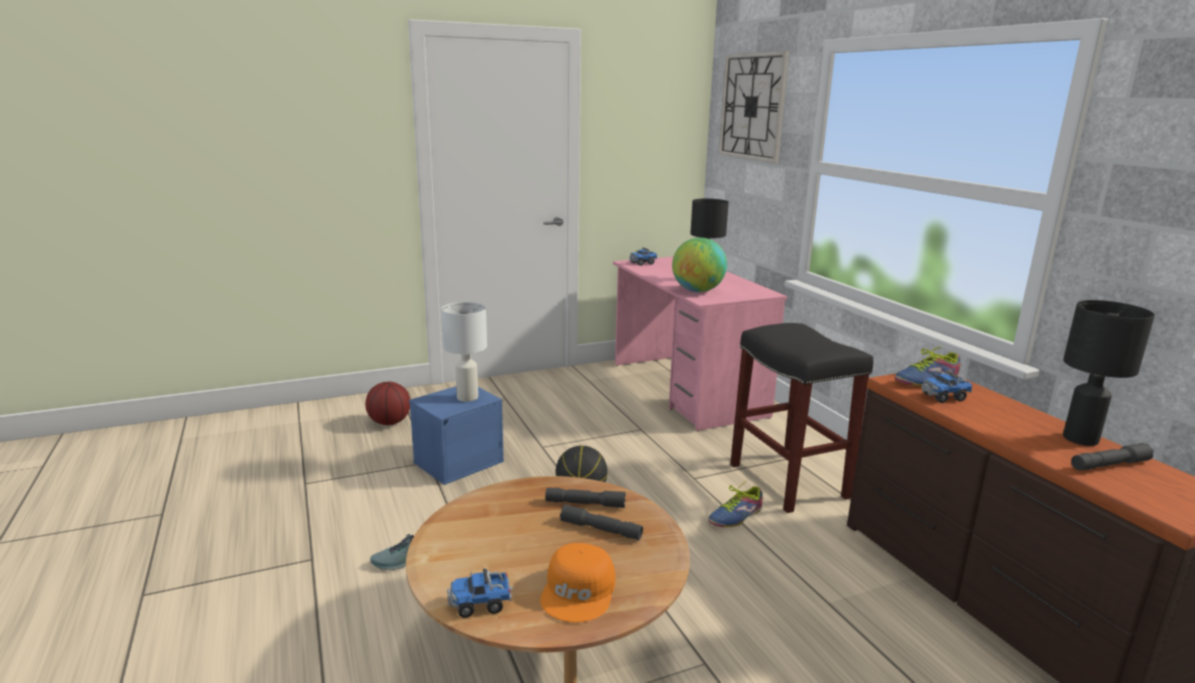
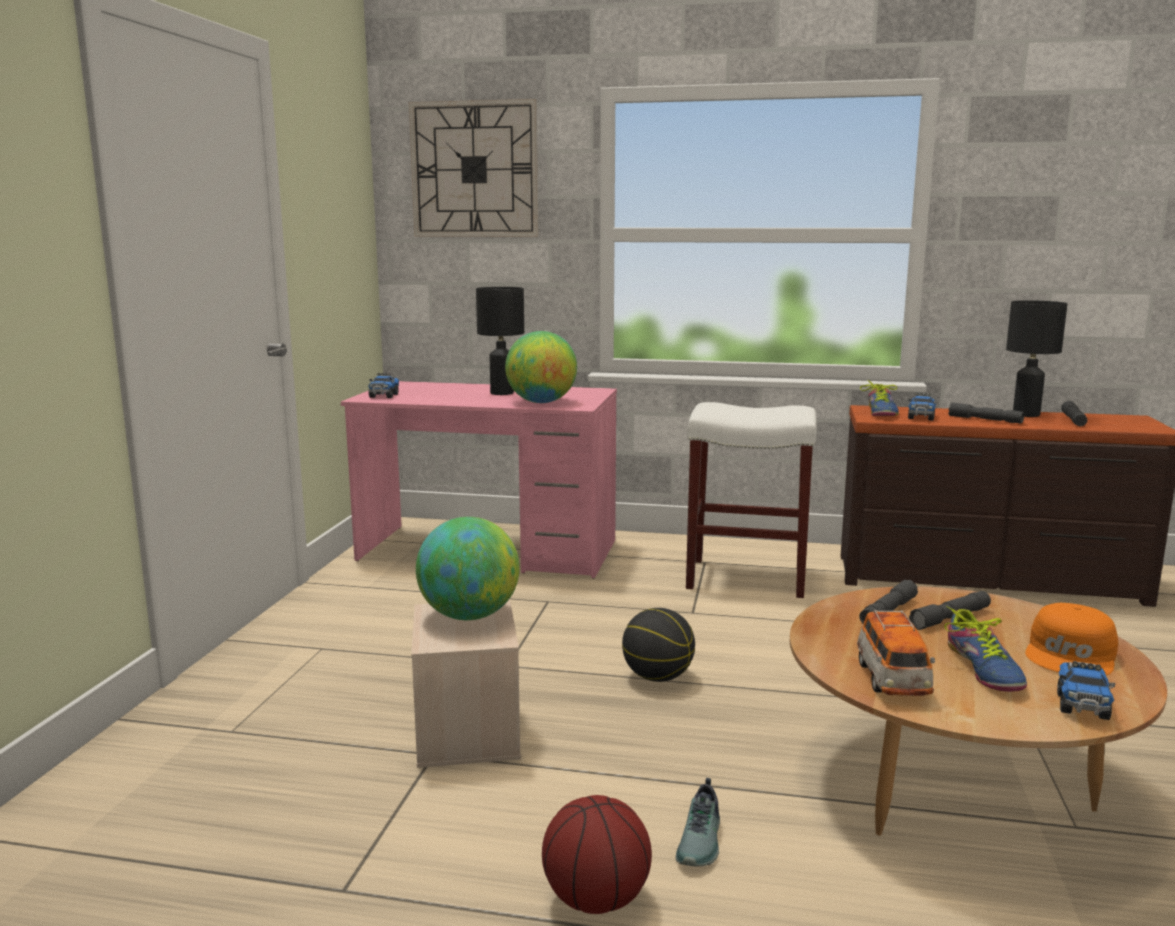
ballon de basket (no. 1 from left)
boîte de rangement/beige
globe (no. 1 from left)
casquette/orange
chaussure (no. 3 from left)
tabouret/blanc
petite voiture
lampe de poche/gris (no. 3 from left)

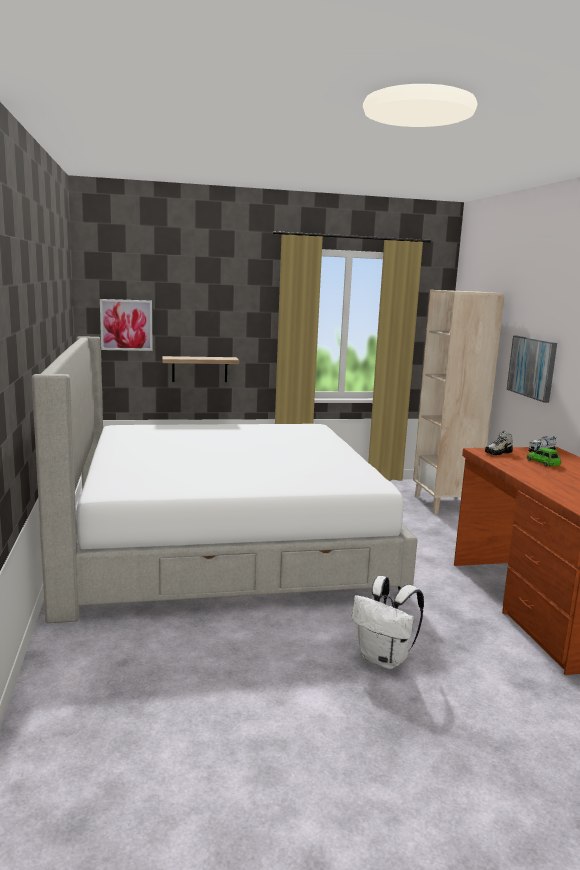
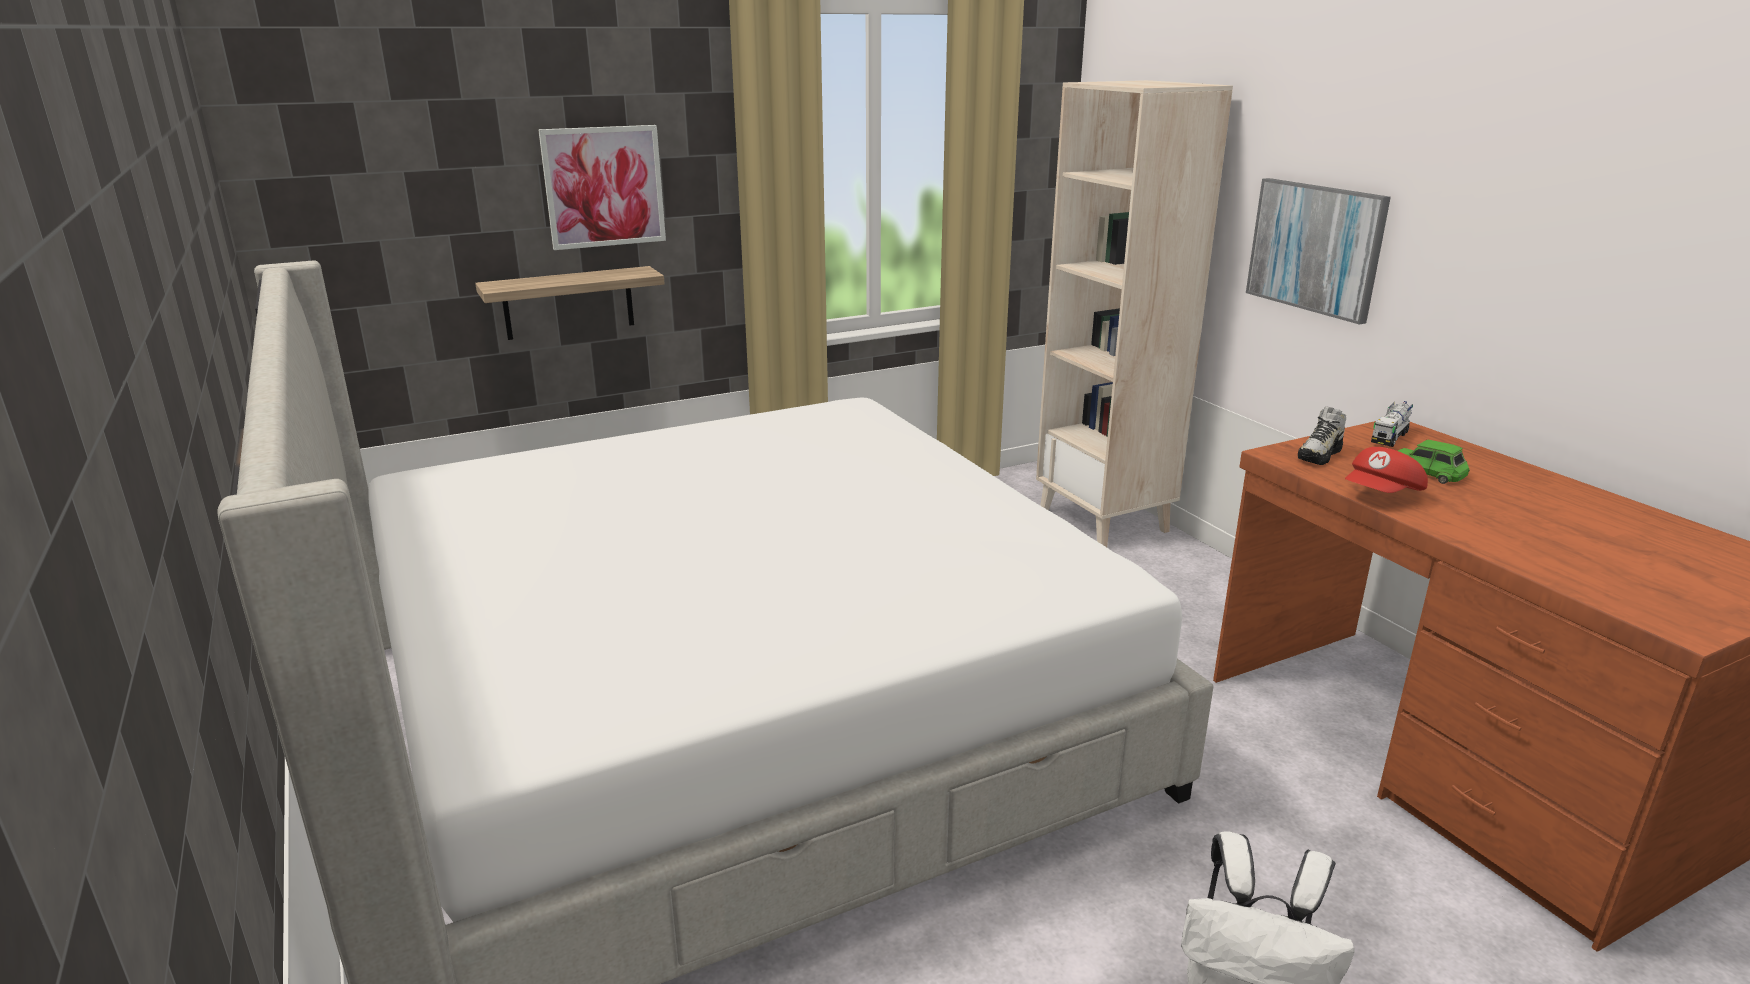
tableau (no. 1 from left)
casquette/rouge

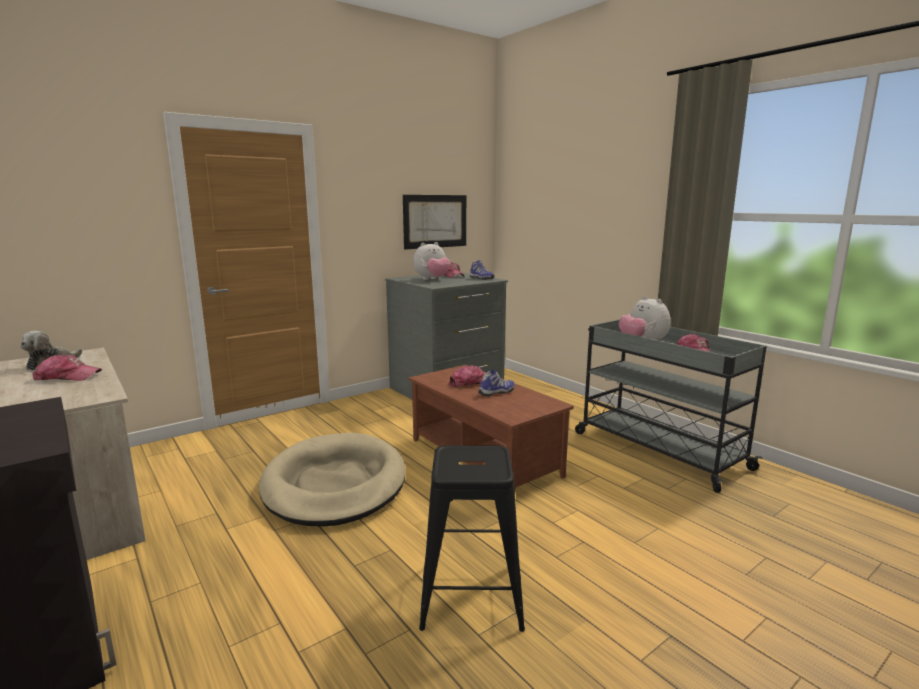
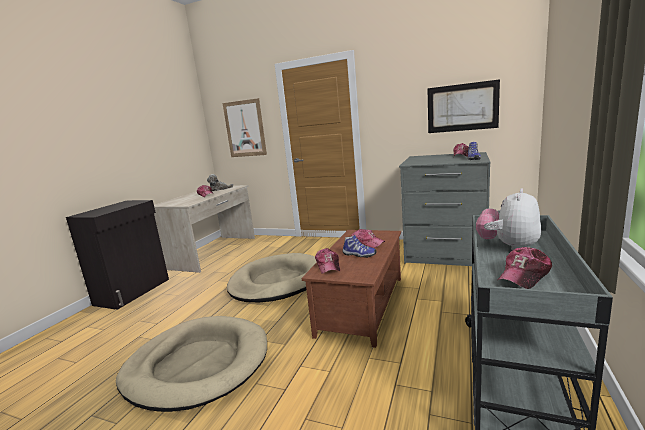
peluche (no. 2 from left in the first image)
panier pour chien/beige (no. 1 from left)
tableau (no. 1 from left)
casquette (no. 2 from left)

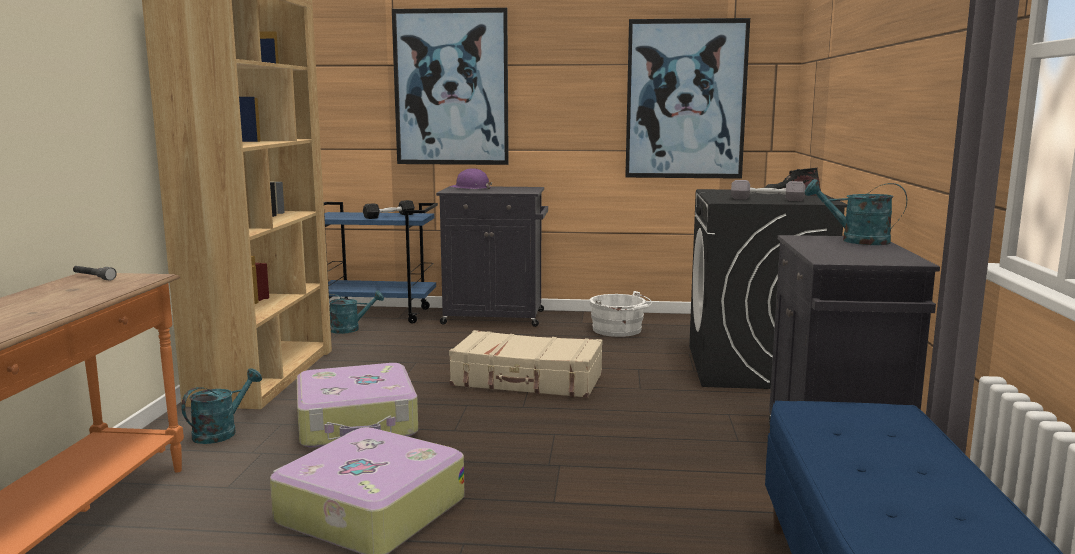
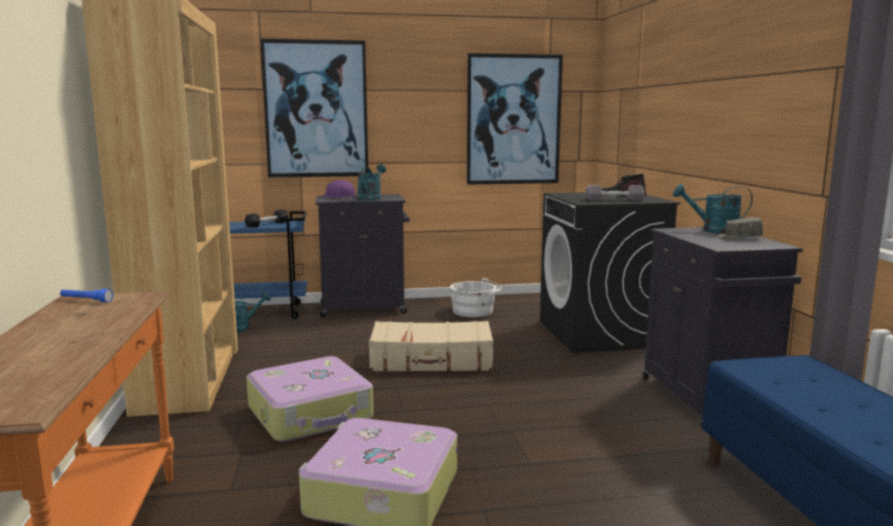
lampe de poche/bleu
arrosoir/turquoise (no. 2 from left)
casquette/gris

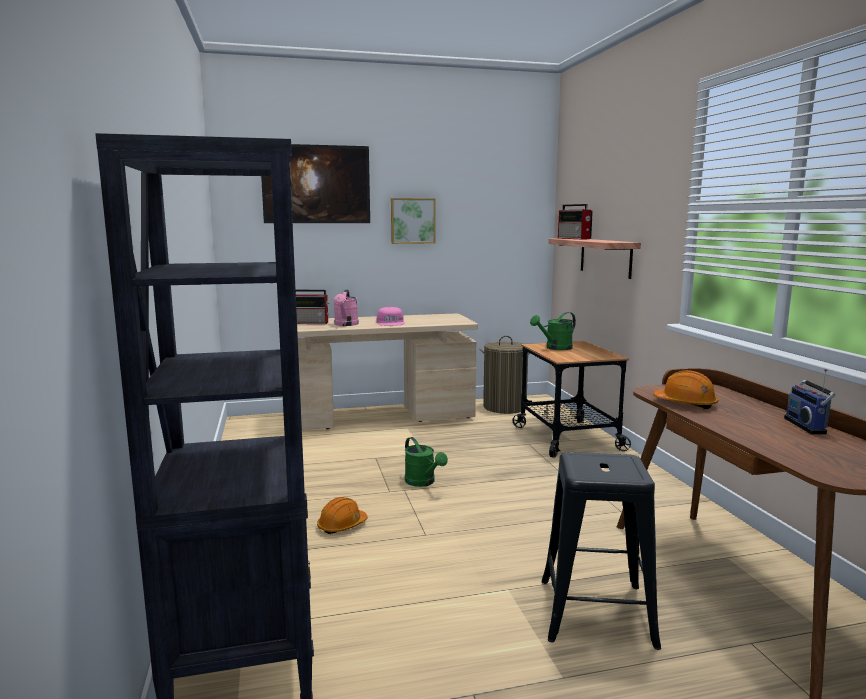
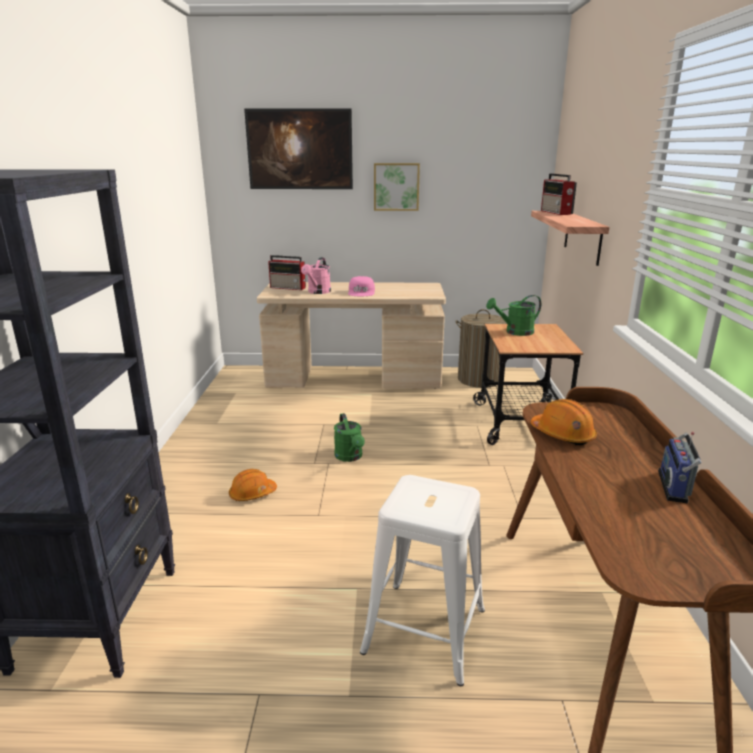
tabouret/blanc

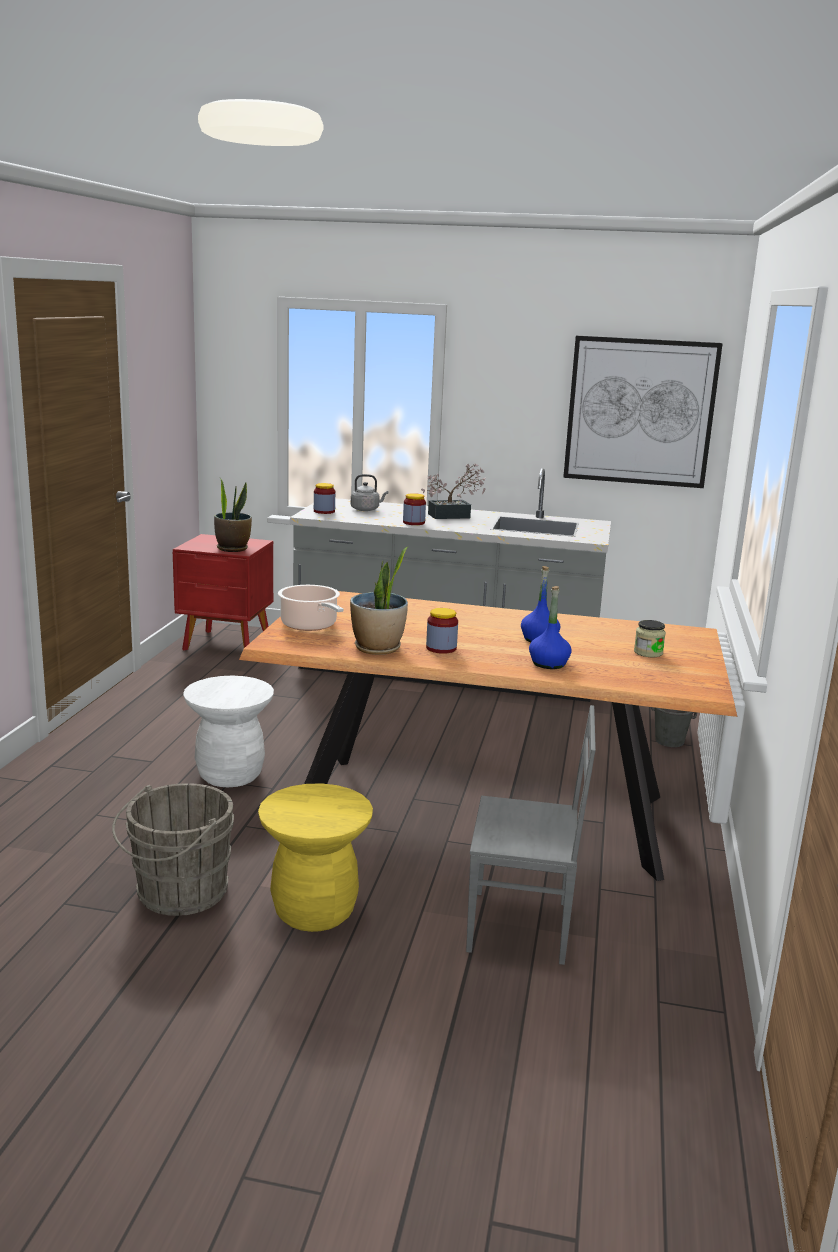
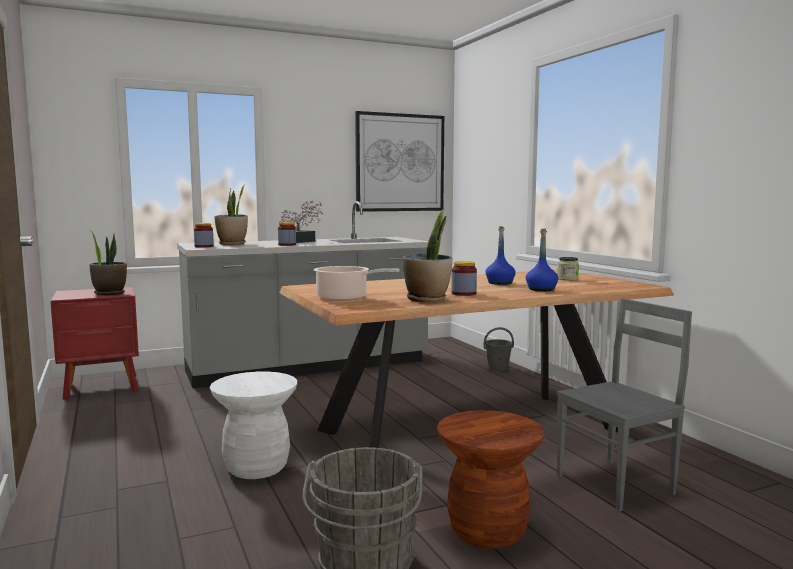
tabouret/marron
plante en pot (no. 2 from left)

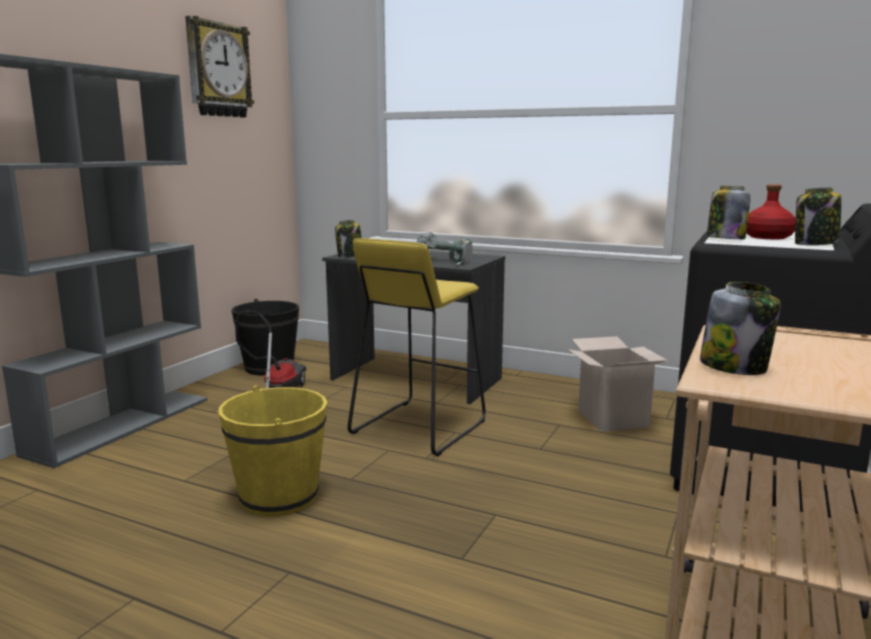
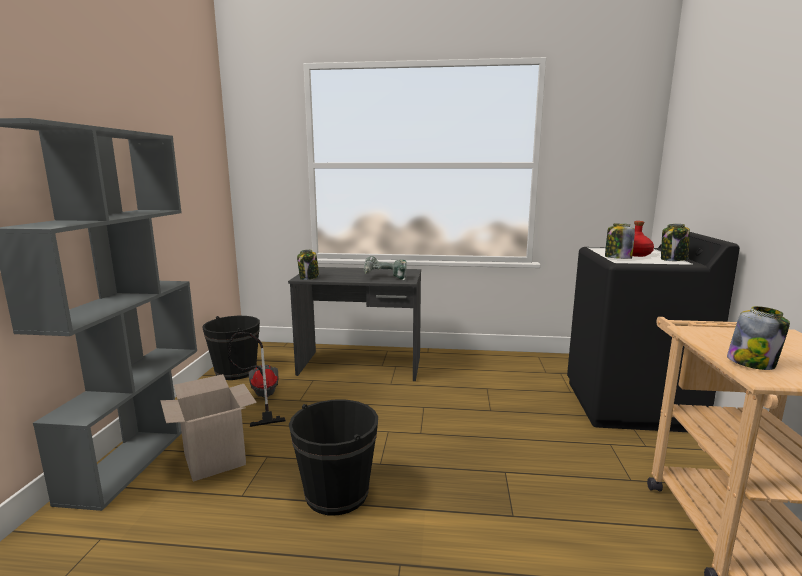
horloge murale
seau/noir (no. 2 from left)
tabouret/jaune
carton

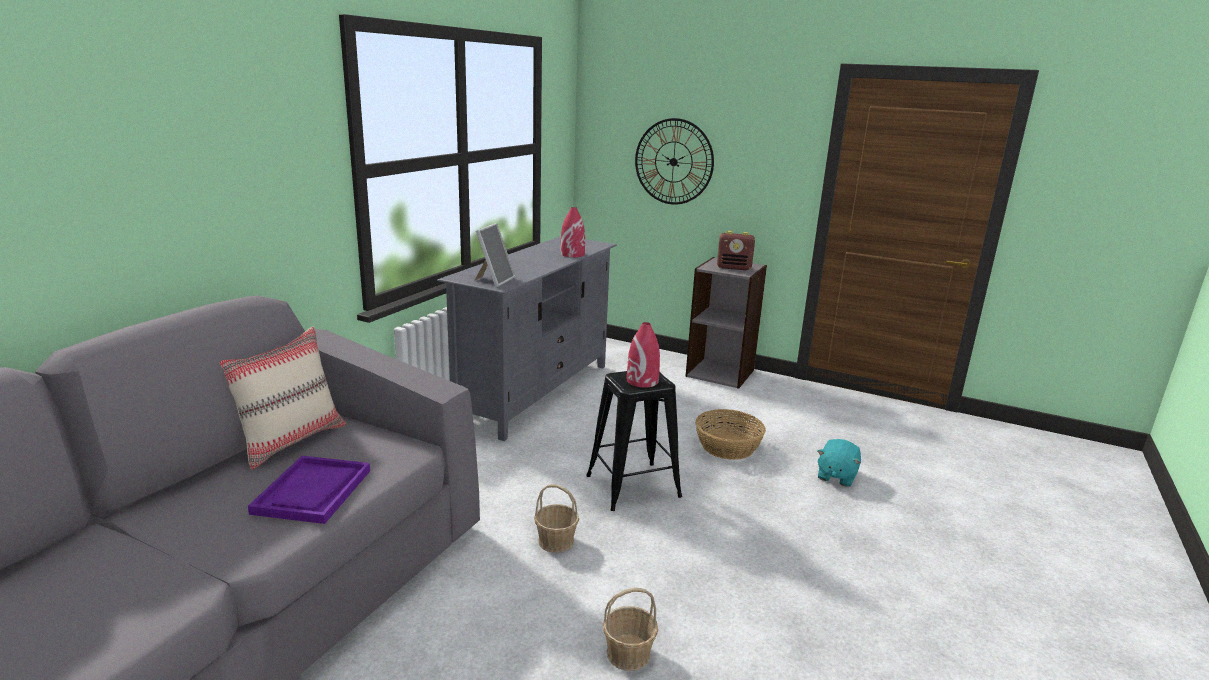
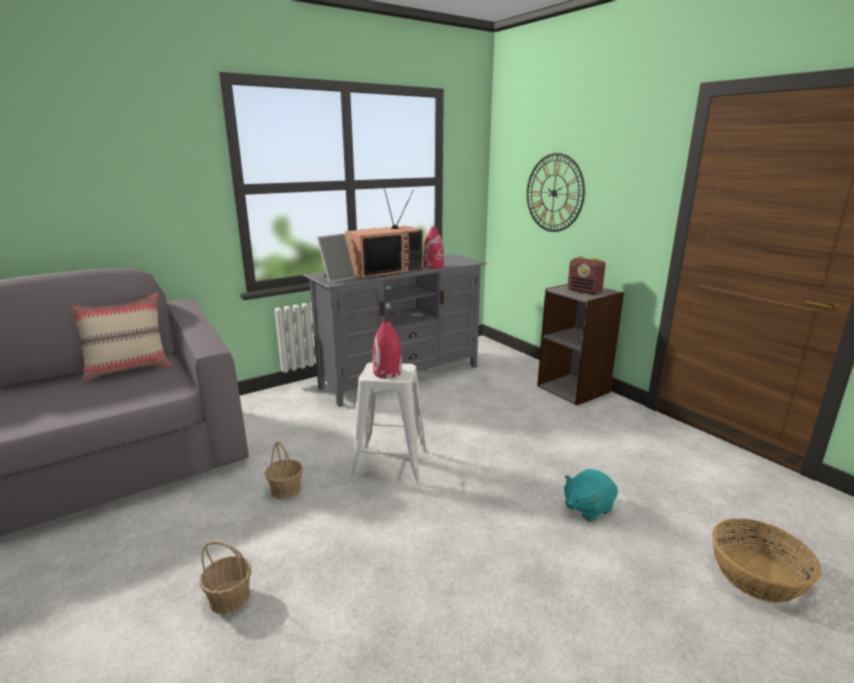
plateau/violet
tabouret/blanc
panier (no. 3 from left)
téléviseur

